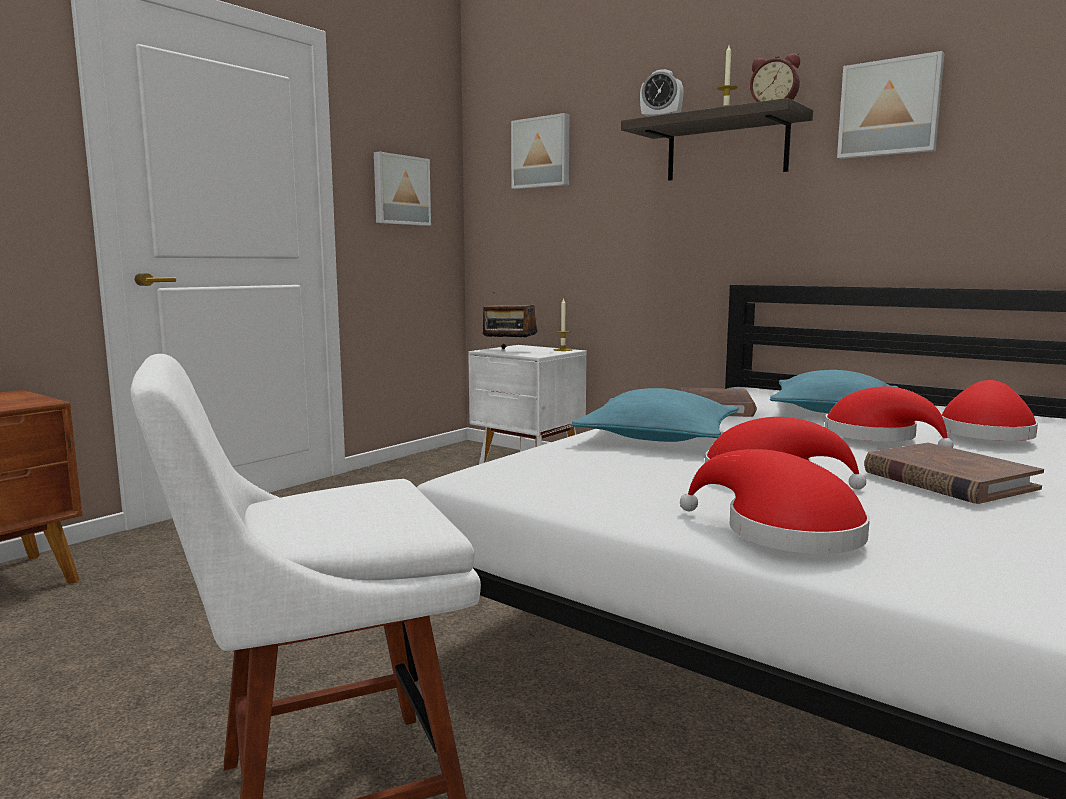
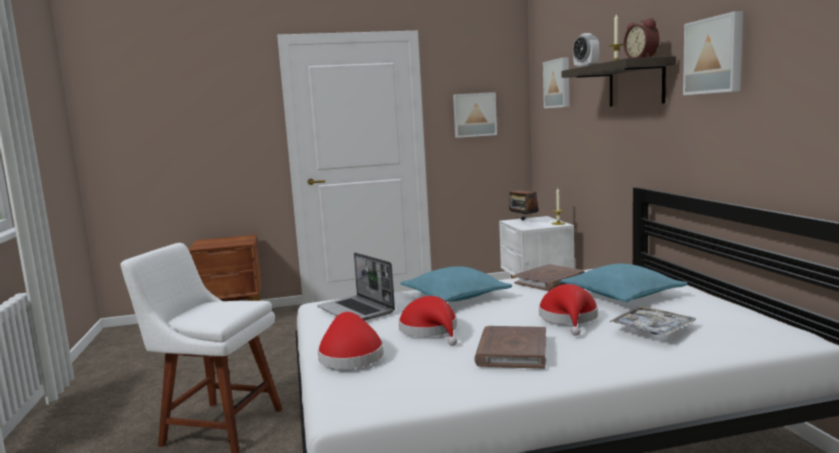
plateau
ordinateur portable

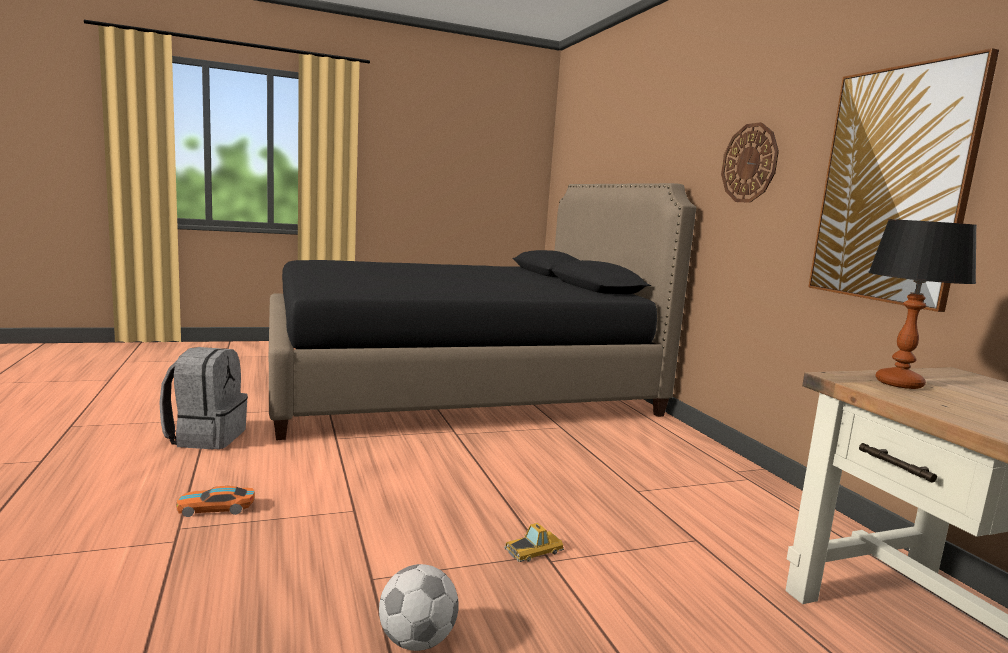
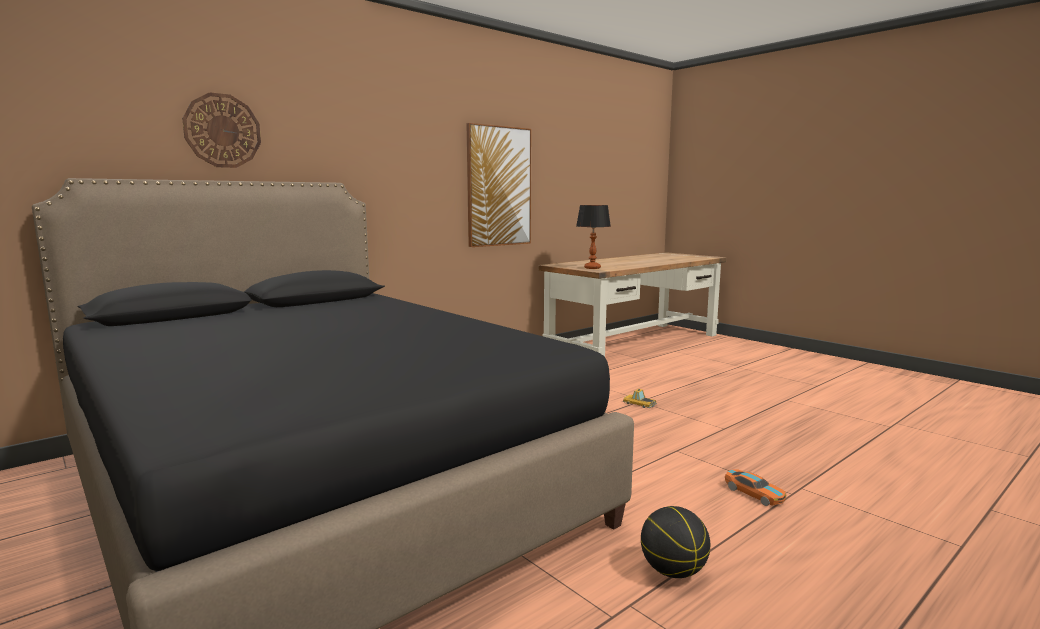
ballon de basket
ballon de foot
horloge murale

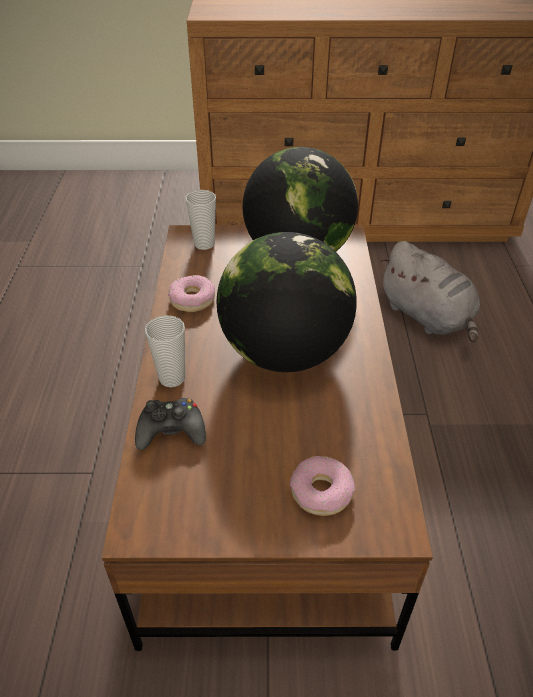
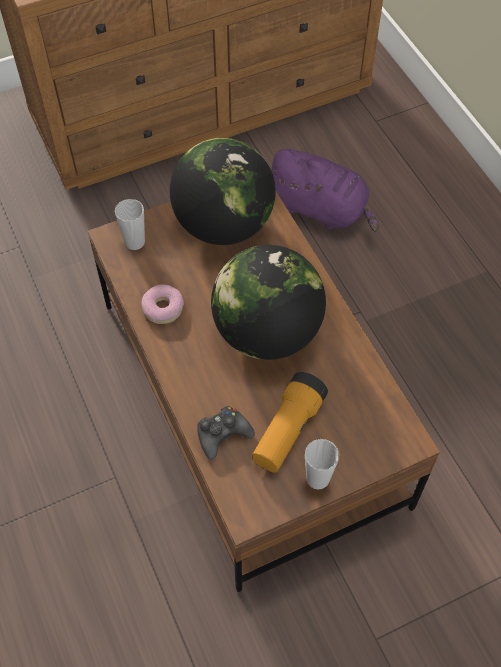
tasse (no. 2 from left)
beignet (no. 2 from left in the first image)
peluche/violet
lampe de poche

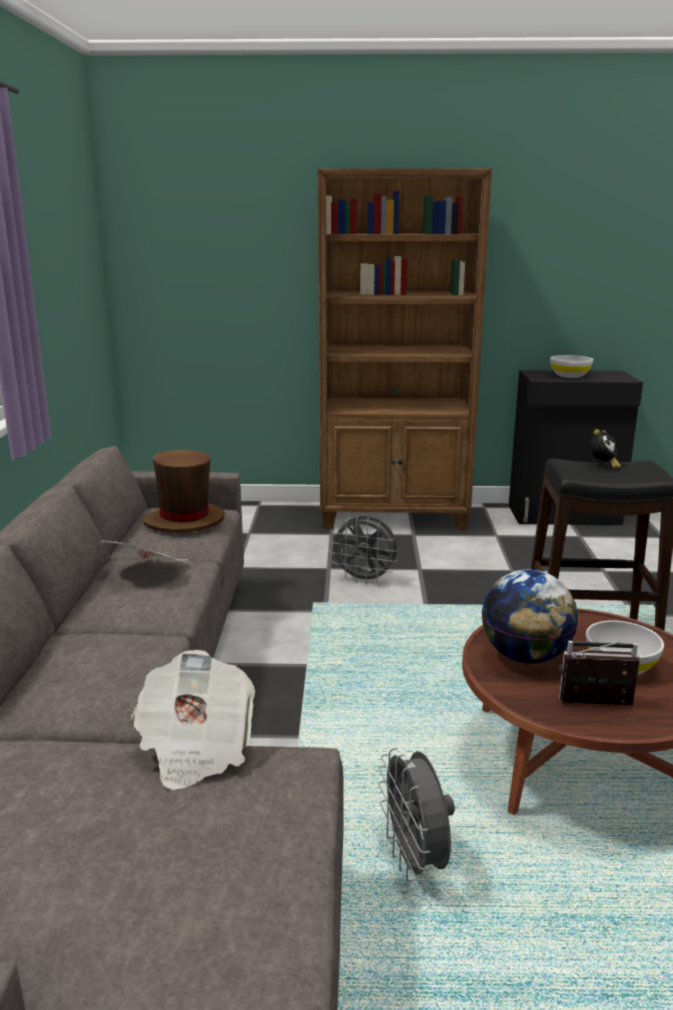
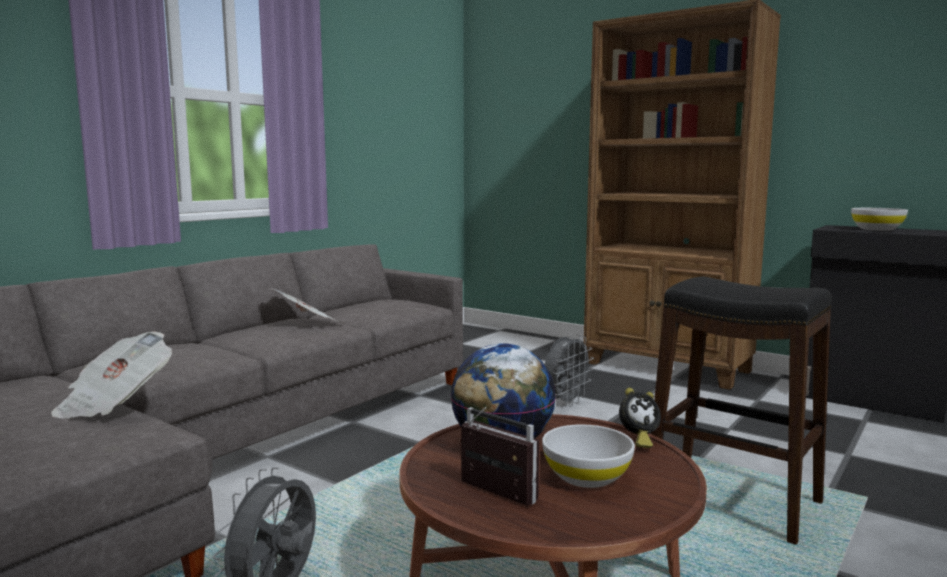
chapeau/marron
ventilateur/gris (no. 2 from left)
réveil

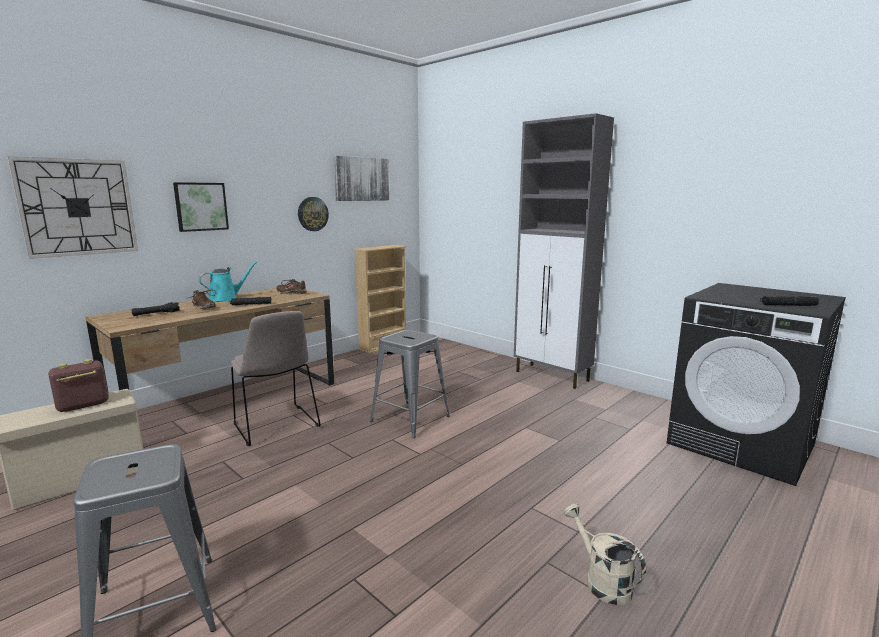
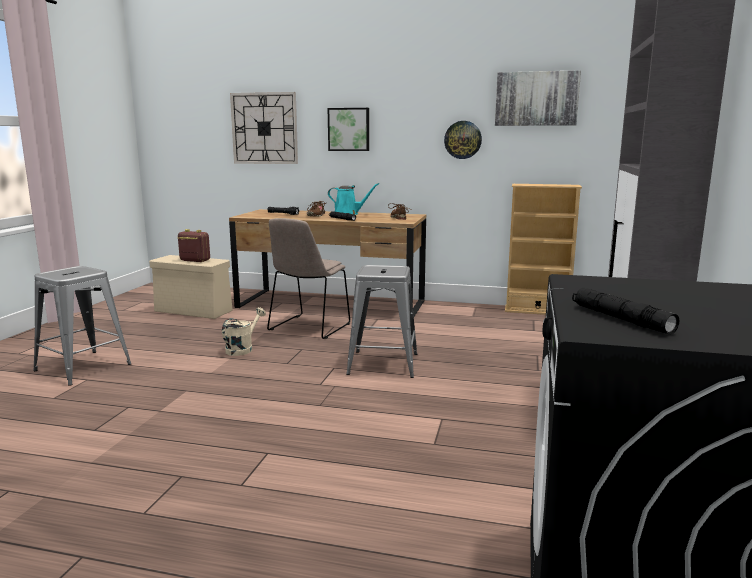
arrosoir/beige

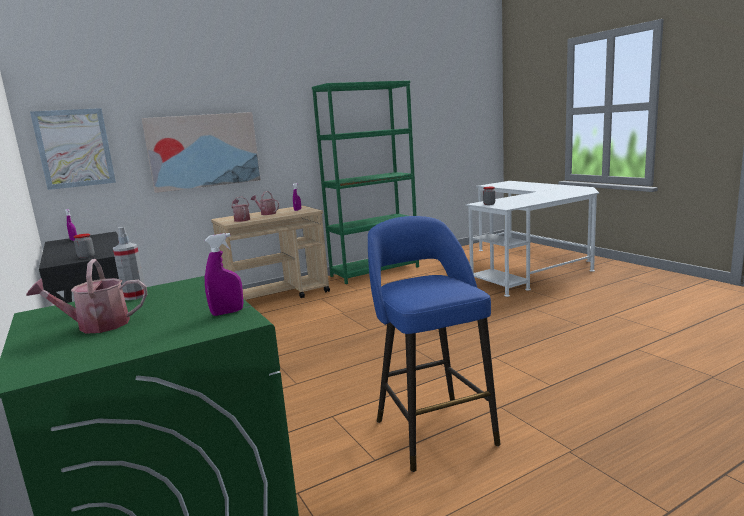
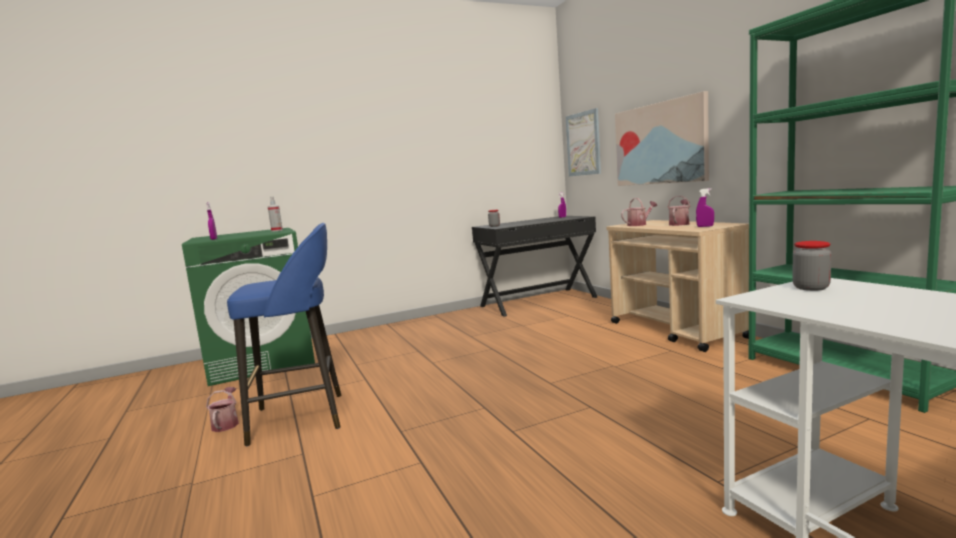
arrosoir (no. 1 from left)

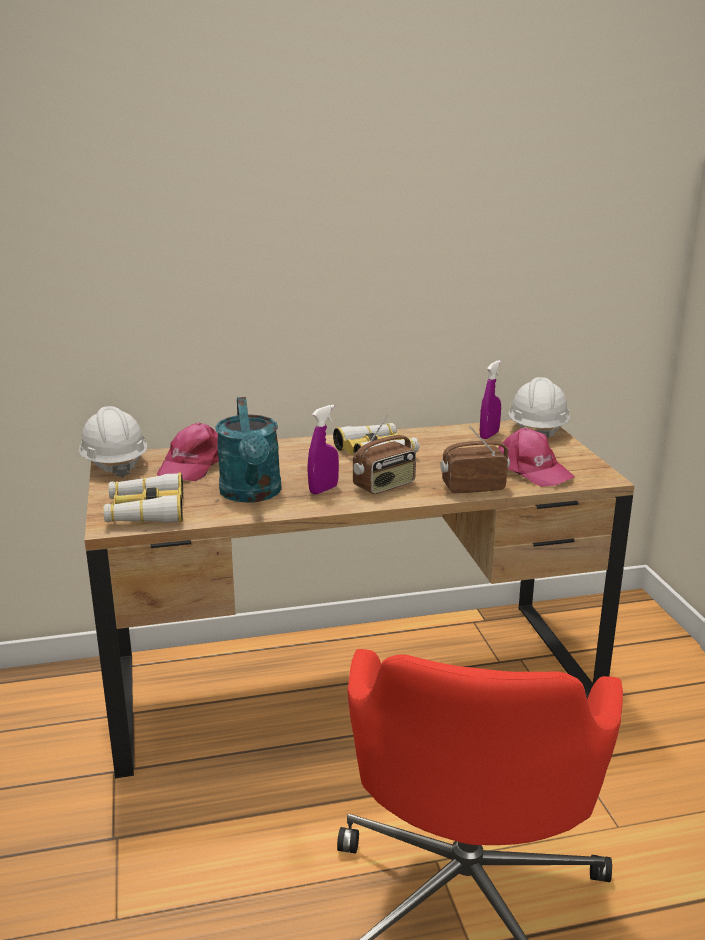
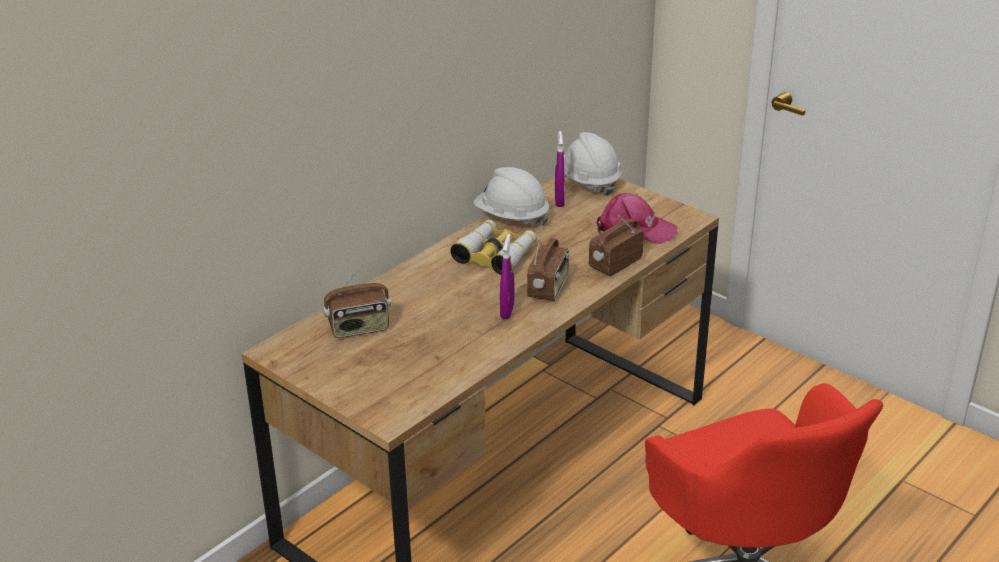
casque de chantier/blanc (no. 1 from left)
jumelles (no. 1 from left in the first image)
radio (no. 1 from left)
arrosoir/turquoise

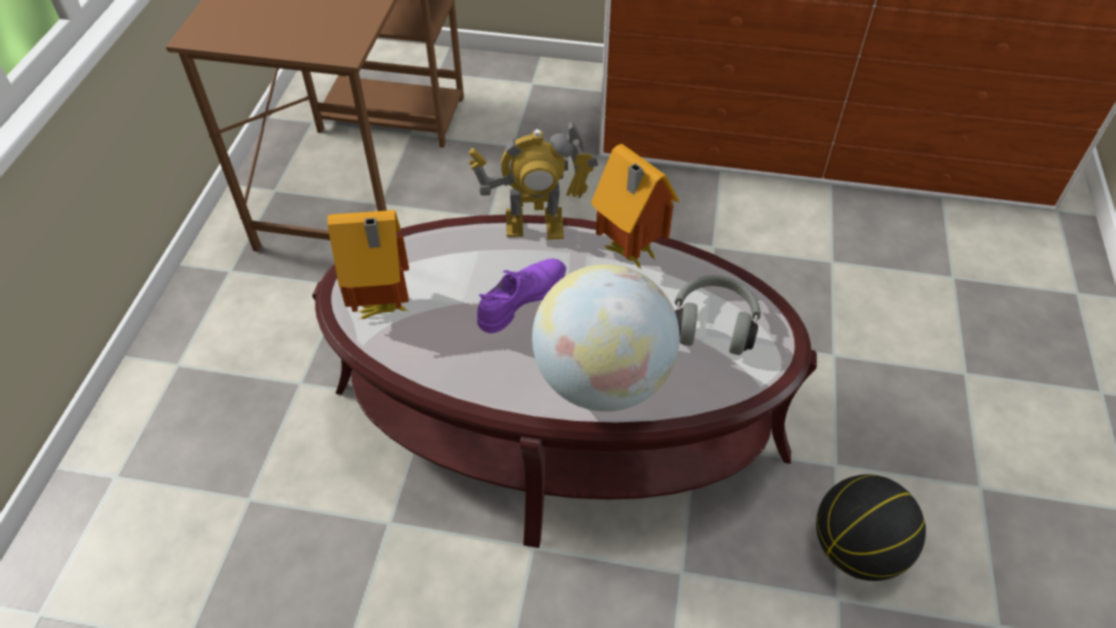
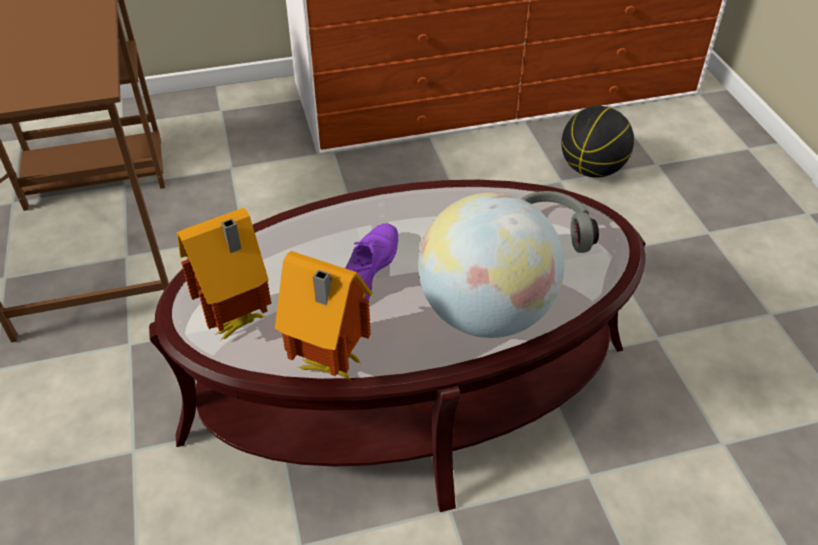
robot jouet
maison miniature (no. 2 from left)
ballon de basket

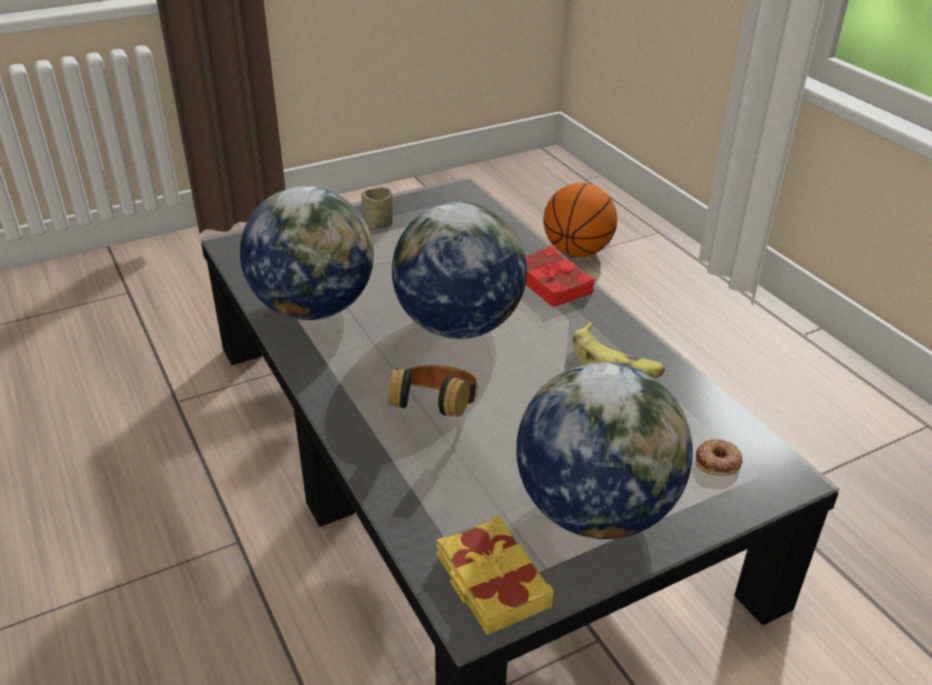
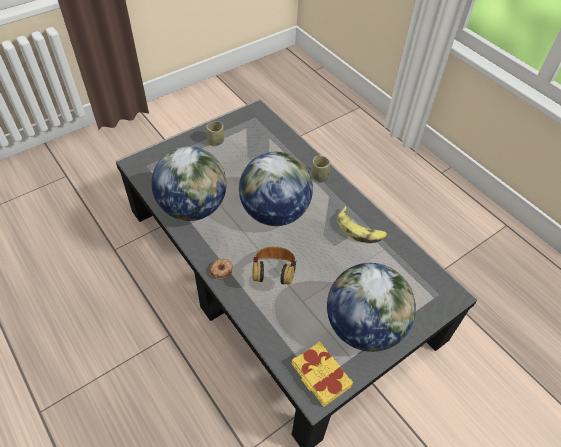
tasse (no. 2 from left)
ballon de basket
beignet

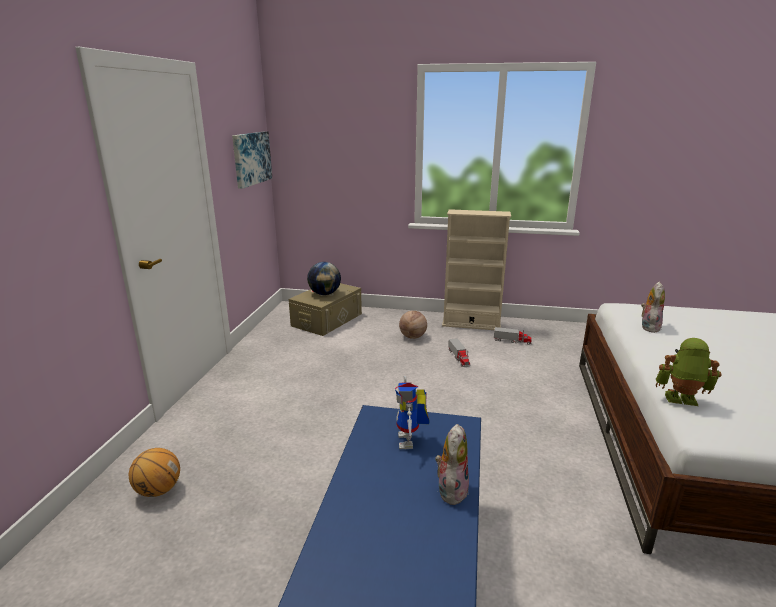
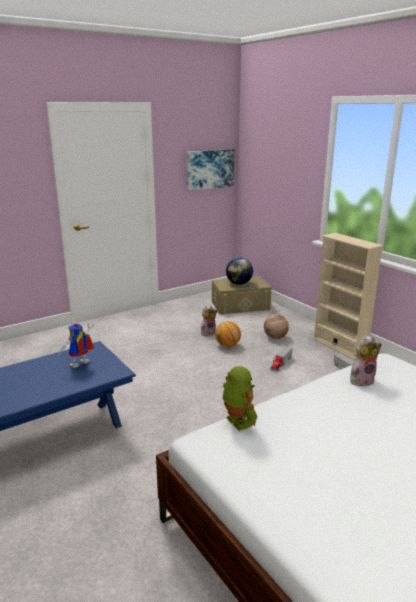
ballon de basket (no. 1 from left)
peluche (no. 1 from left)

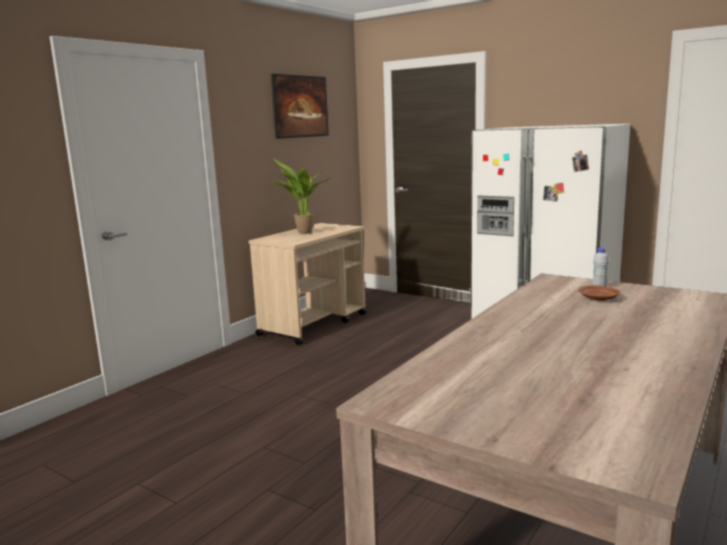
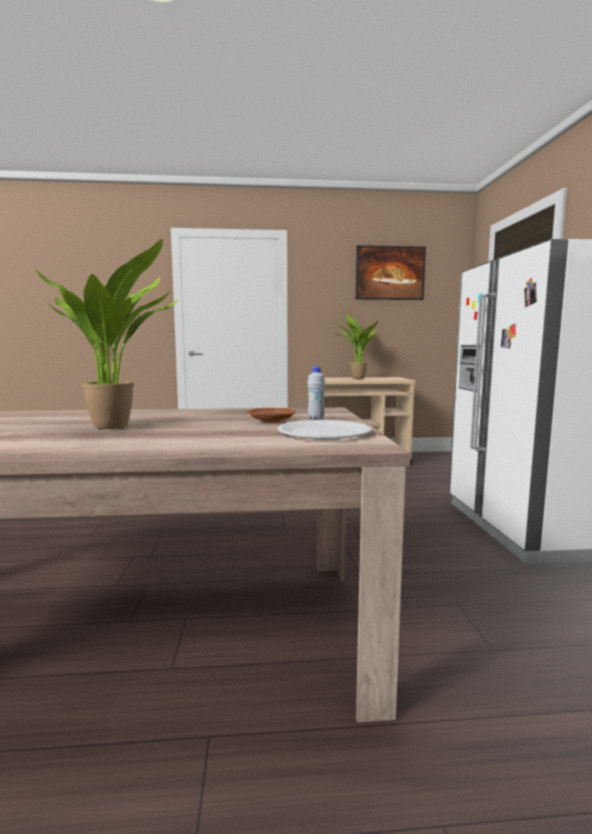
plante en pot (no. 1 from left)
assiette/blanc

